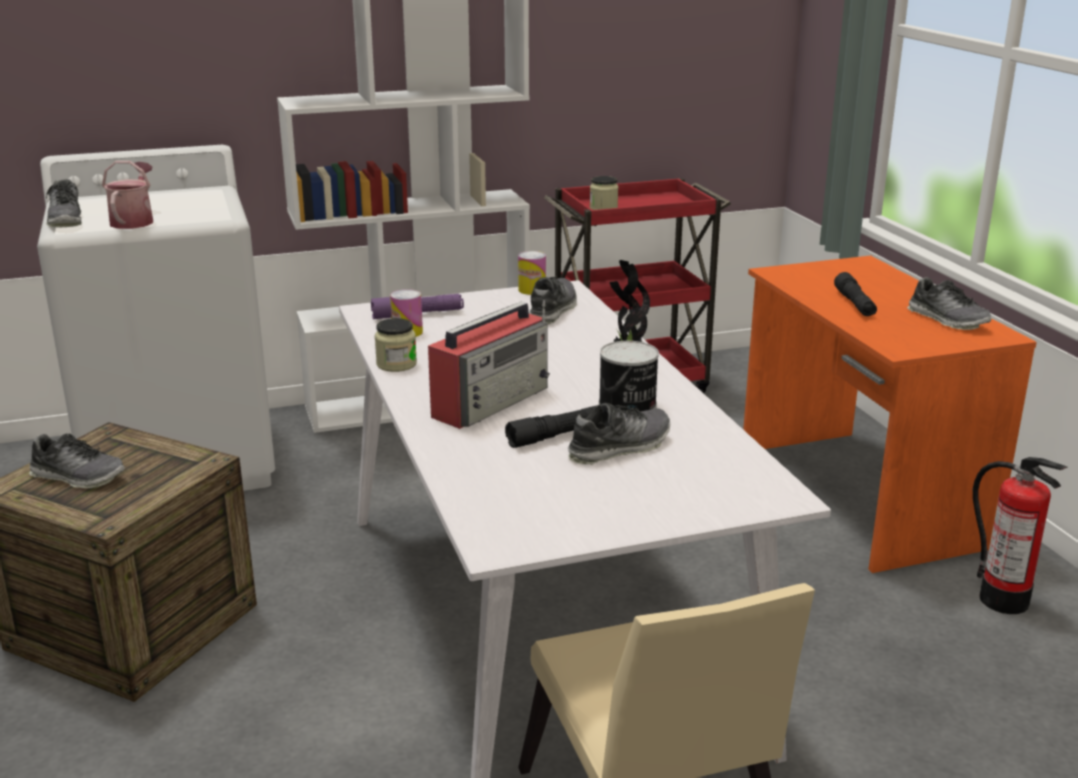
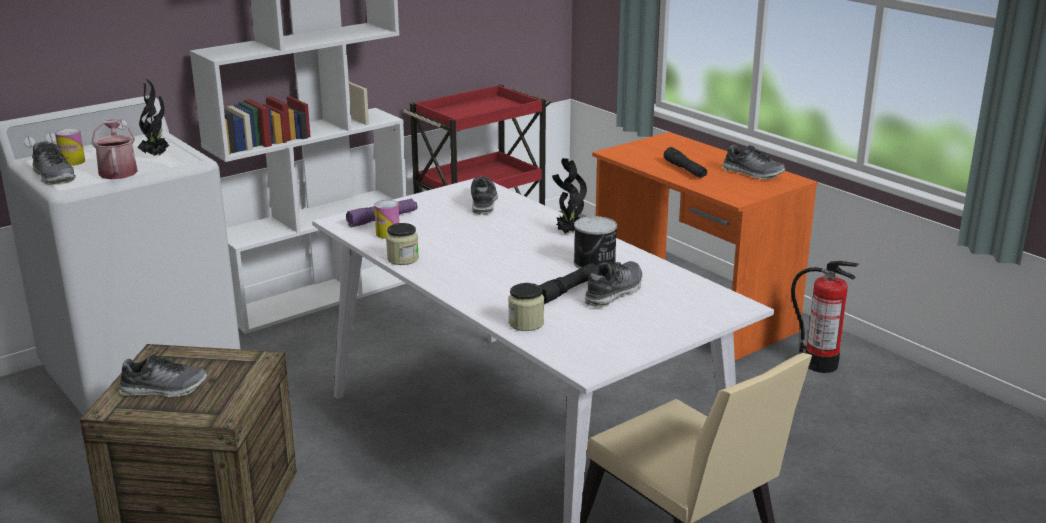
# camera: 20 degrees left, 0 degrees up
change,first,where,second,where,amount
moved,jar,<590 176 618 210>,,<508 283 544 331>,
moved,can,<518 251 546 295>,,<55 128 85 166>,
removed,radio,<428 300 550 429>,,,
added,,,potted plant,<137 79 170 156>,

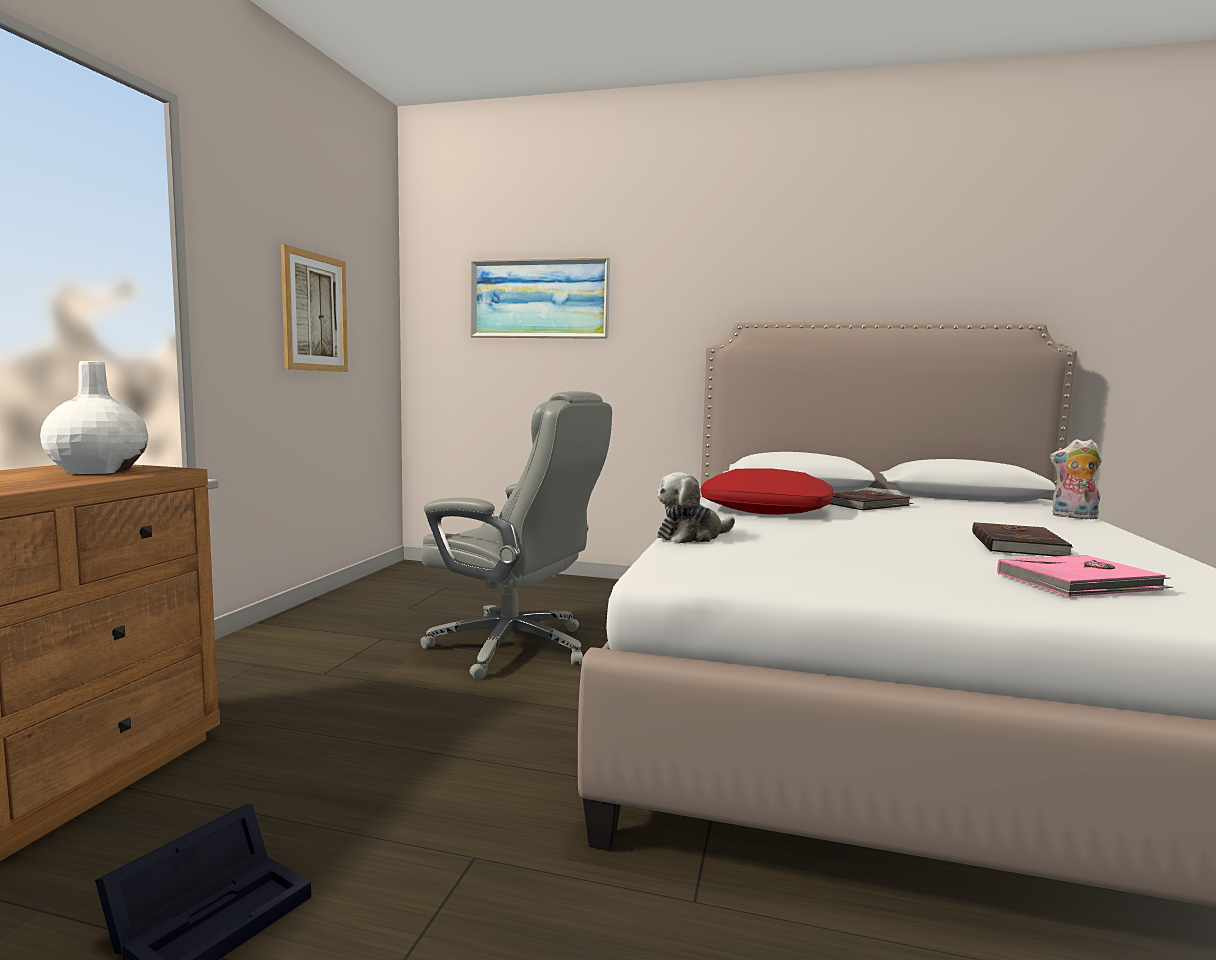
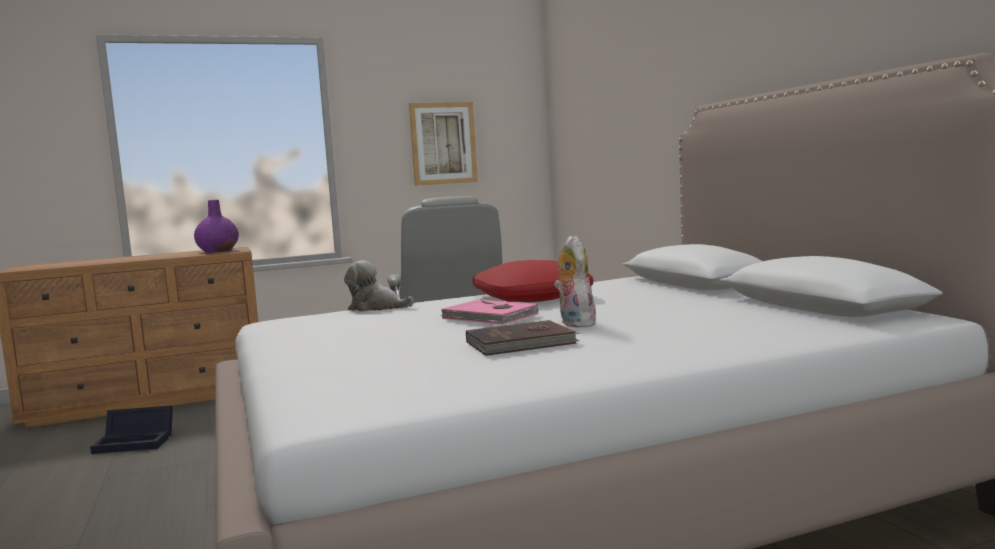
# camera: 55 degrees right, 0 degrees up
change,first,where,second,where,amount
removed,picture,<470 257 610 339>,,,
recoloured,white vase,<40 361 148 474>,purple vase,<194 200 239 253>,
moved,plush toy,<1050 439 1102 519>,,<554 236 597 328>,
removed,brown book,<830 490 914 510>,,,
moved,pink book,<997 555 1173 597>,,<441 300 538 325>,

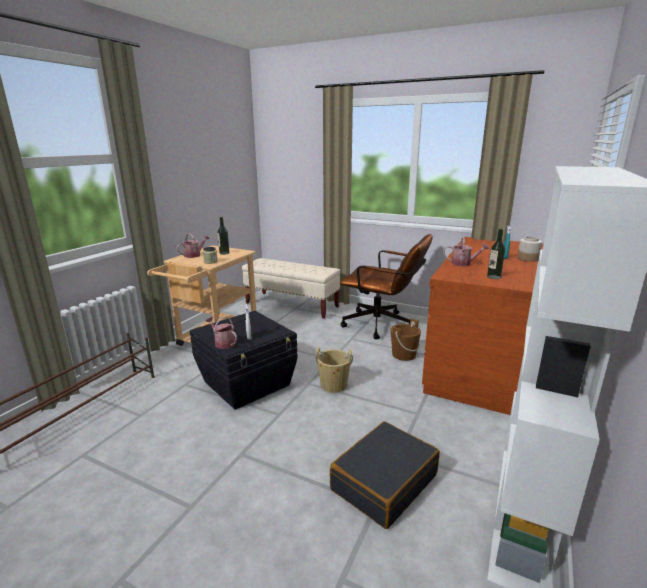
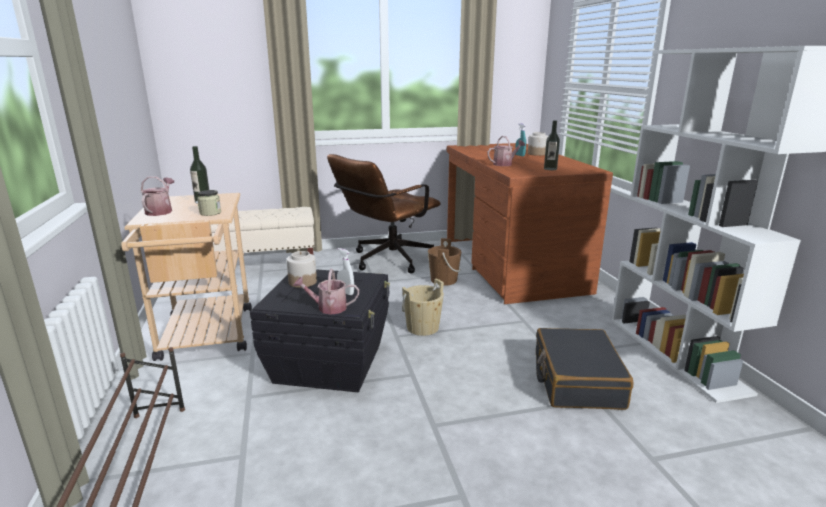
# camera: 40 degrees left, 0 degrees up
change,first,where,second,where,amount
turned,brown office chair,<340 234 433 339>,,<327 154 441 273>,150 degrees clockwise
added,,,jar,<287 251 317 288>,

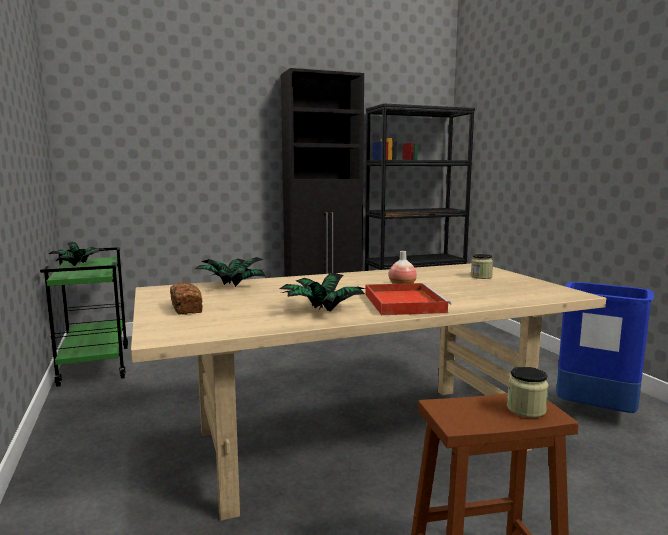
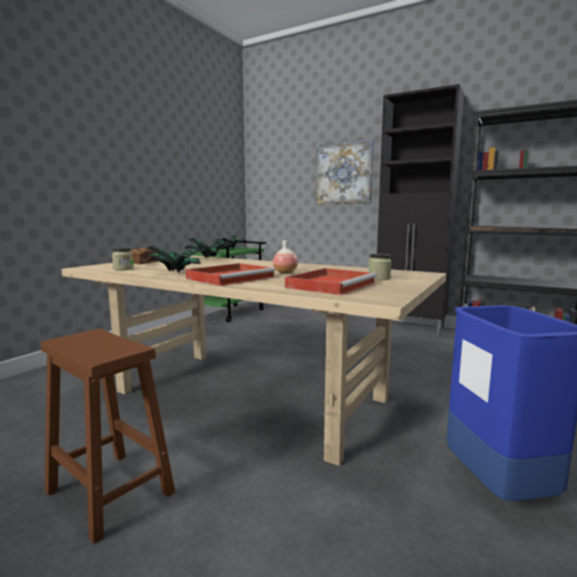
# camera: 50 degrees right, 0 degrees up
change,first,where,second,where,amount
moved,jar,<507 367 549 418>,,<112 248 134 271>,
added,,,picture,<316 140 374 204>,
added,,,red tray,<285 268 377 295>,

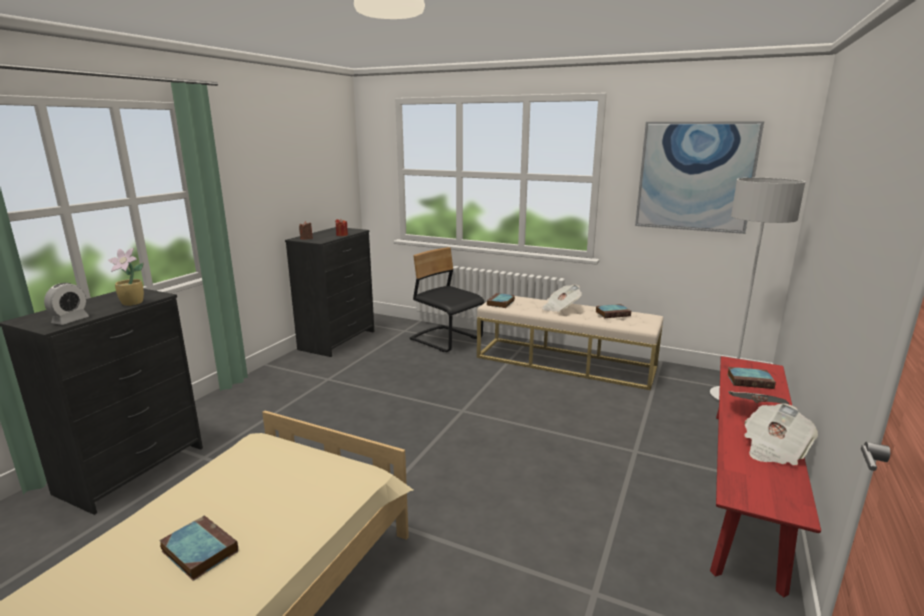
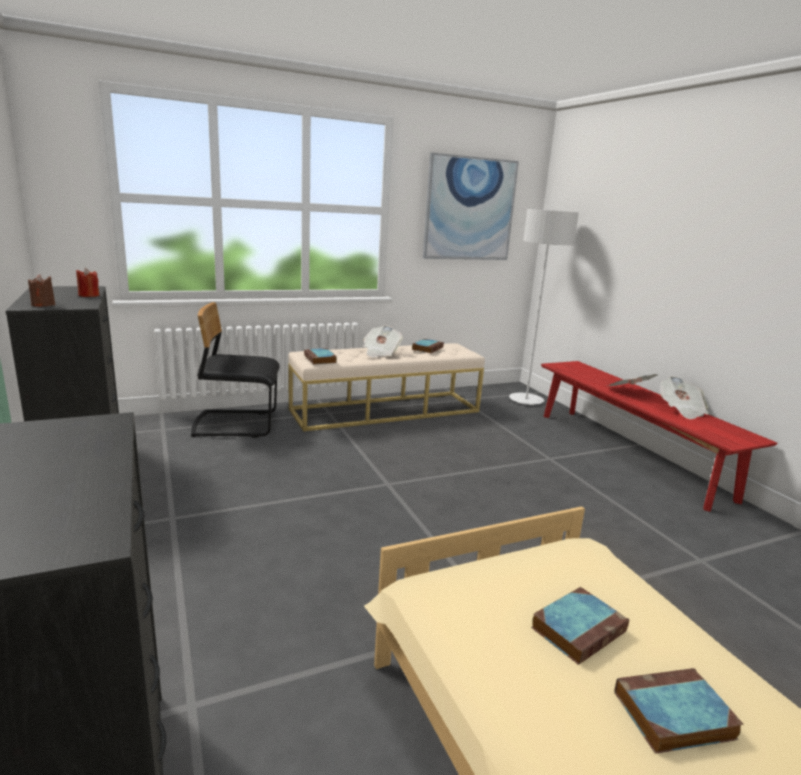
# camera: 50 degrees left, 0 degrees up
change,first,where,second,where,amount
removed,potted plant,<108 248 144 306>,,,
removed,alarm clock,<44 283 89 325>,,,
moved,book,<727 367 776 389>,,<531 587 629 665>,

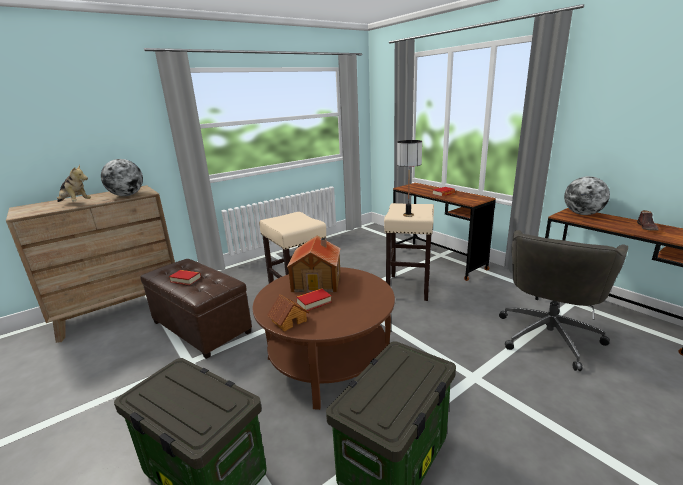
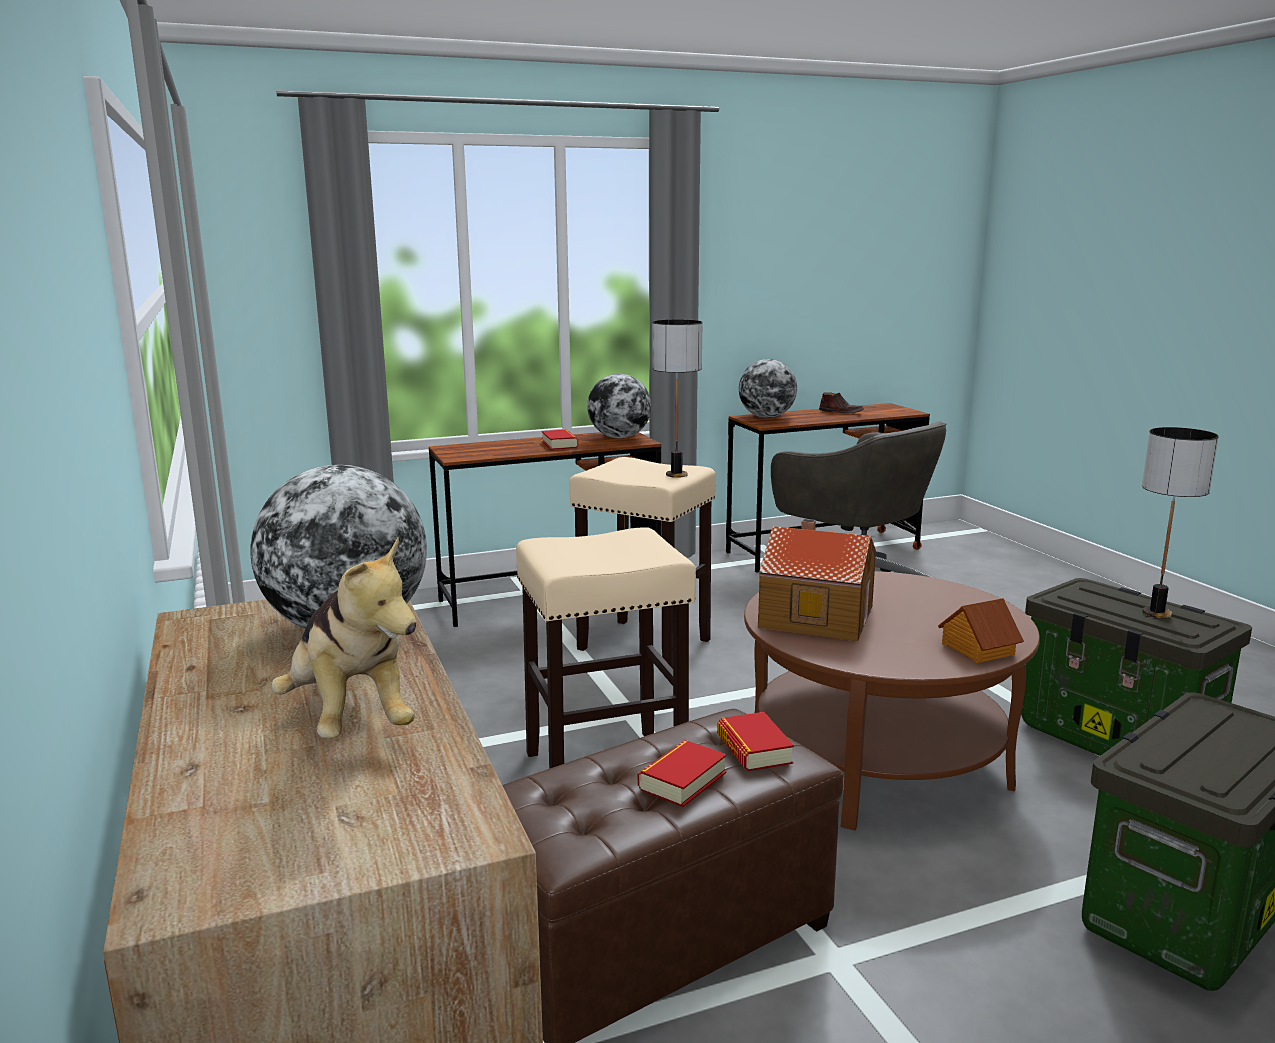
# camera: 75 degrees left, 5 degrees down
change,first,where,second,where,amount
turned,plush toy,<57 164 91 202>,,<271 538 417 738>,105 degrees clockwise
moved,book,<296 288 332 311>,,<717 712 794 771>,
added,,,globe,<587 374 651 438>,
added,,,table lamp,<1142 427 1219 618>,

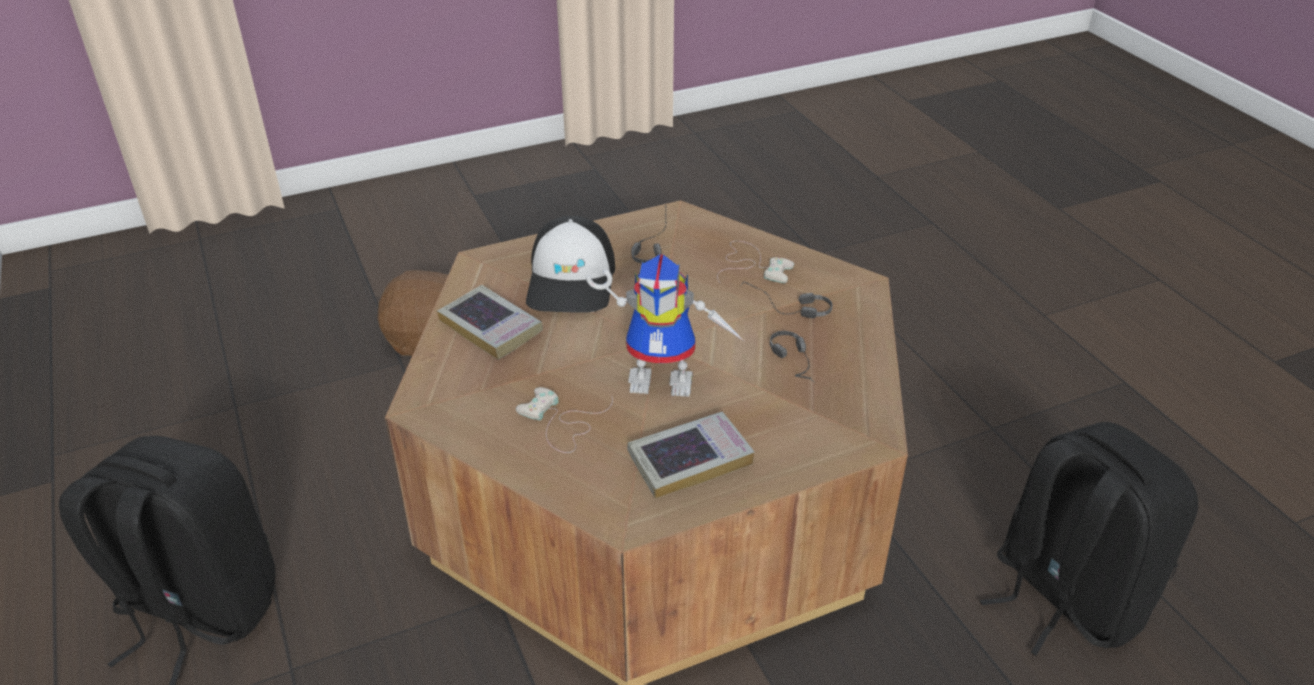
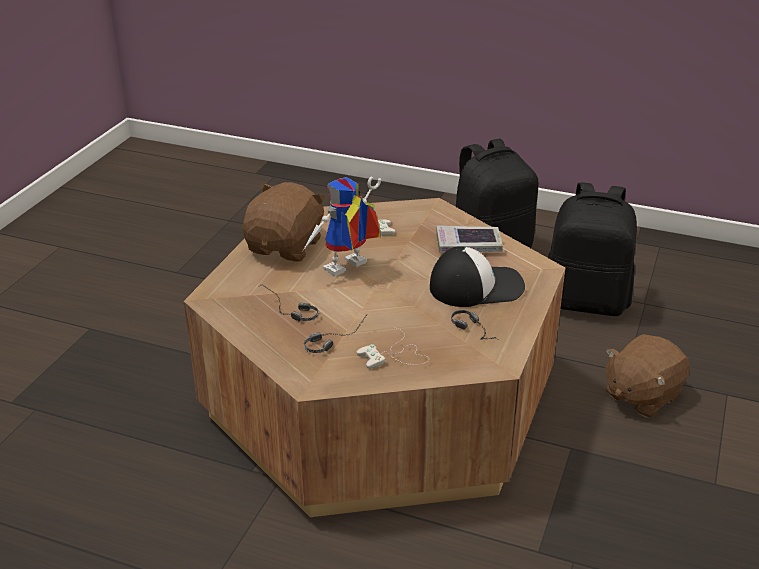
# camera: 135 degrees right, 5 degrees down
change,first,where,second,where,amount
turned,cap,<526 216 615 313>,,<430 246 525 307>,120 degrees clockwise
replaced,book,<627 412 755 499>,brown plush toy,<243 182 327 262>,
moved,black backpack,<980 422 1198 656>,,<548 182 637 316>,

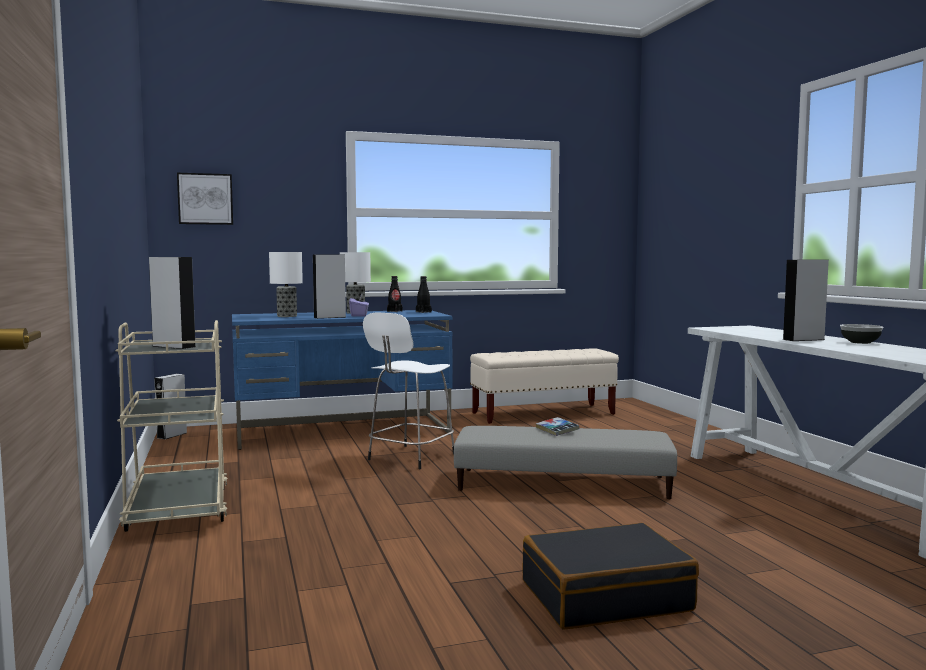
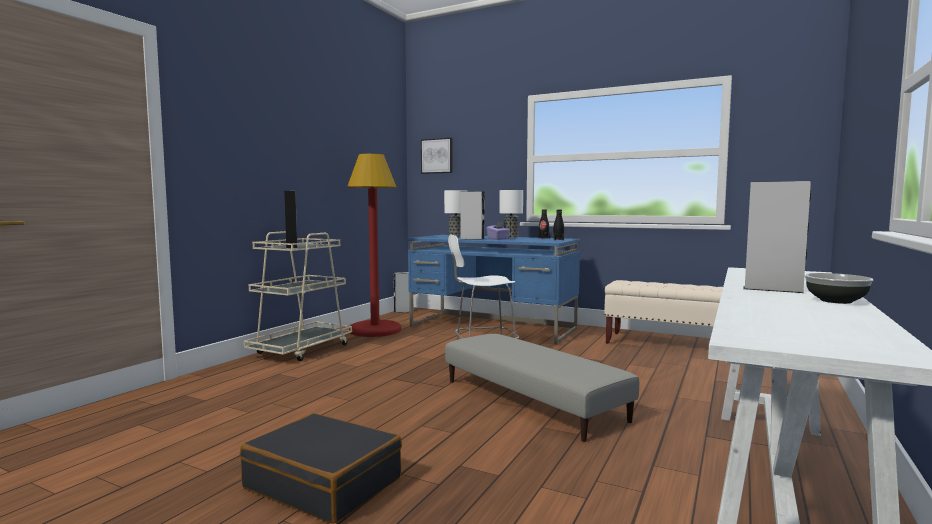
# camera: 45 degrees right, 0 degrees up
change,first,where,second,where,amount
removed,book,<536 417 579 436>,,,
added,,,red floor lamp,<347 154 401 337>,

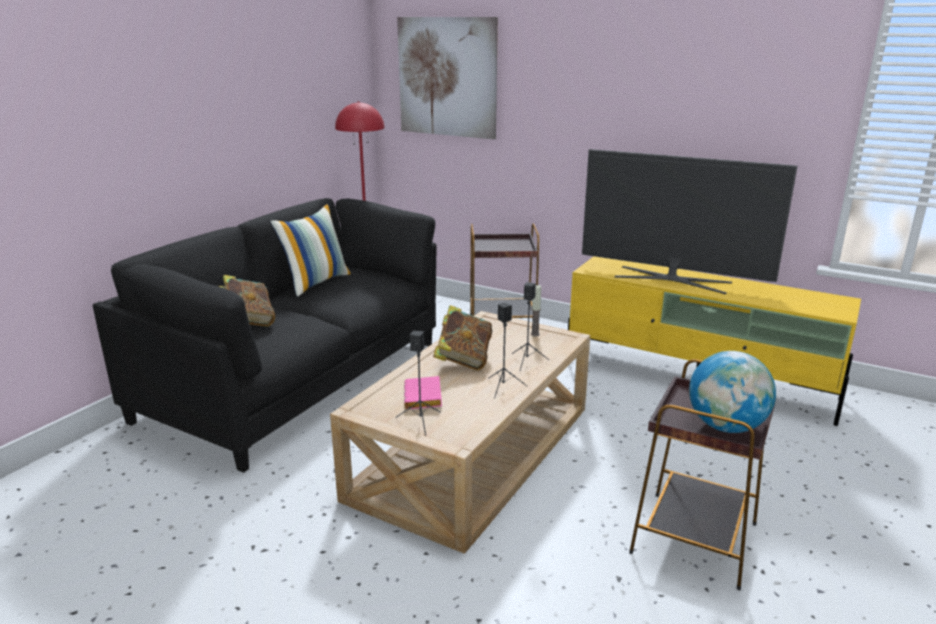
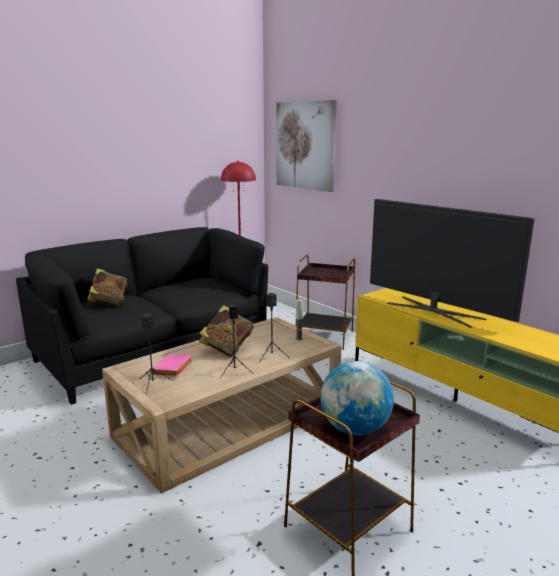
# camera: 20 degrees right, 5 degrees down
change,first,where,second,where,amount
removed,pillow,<270 204 351 297>,,,

